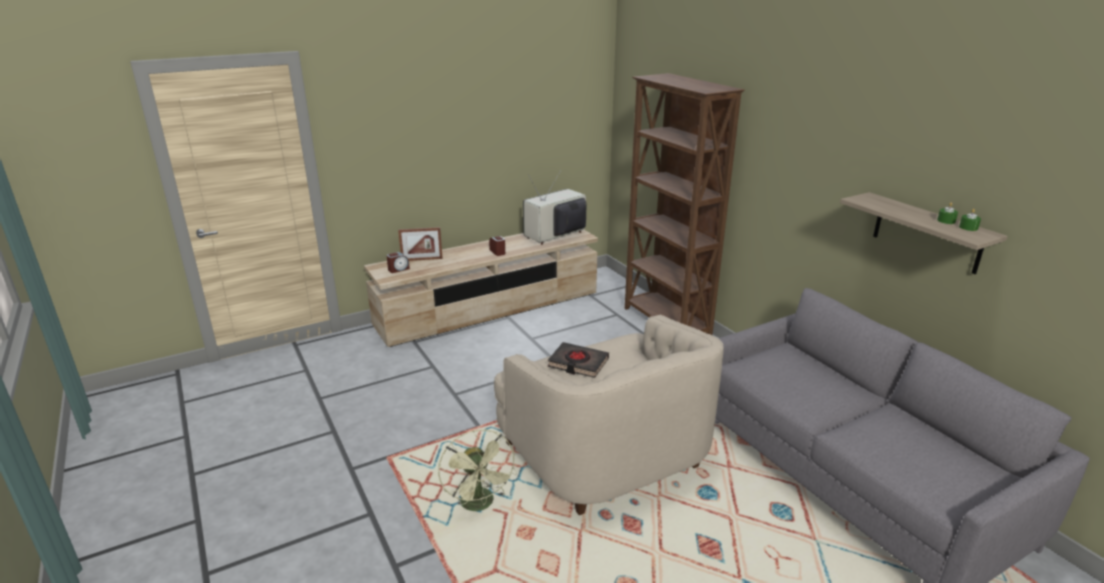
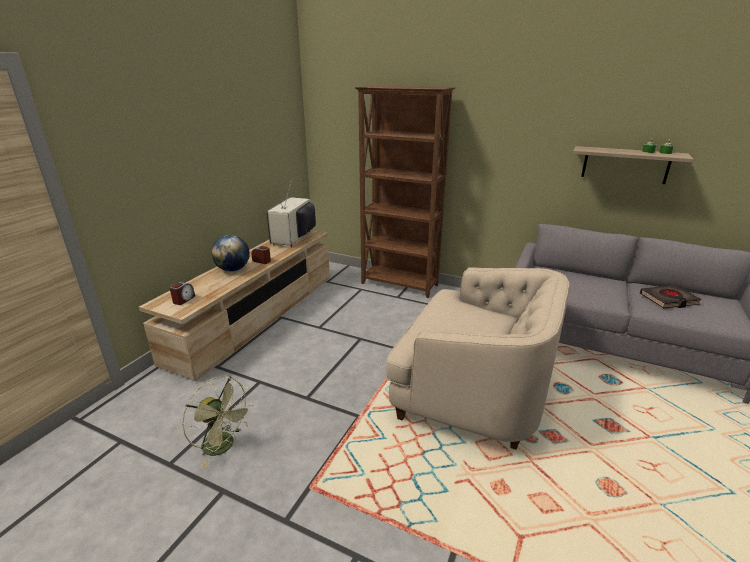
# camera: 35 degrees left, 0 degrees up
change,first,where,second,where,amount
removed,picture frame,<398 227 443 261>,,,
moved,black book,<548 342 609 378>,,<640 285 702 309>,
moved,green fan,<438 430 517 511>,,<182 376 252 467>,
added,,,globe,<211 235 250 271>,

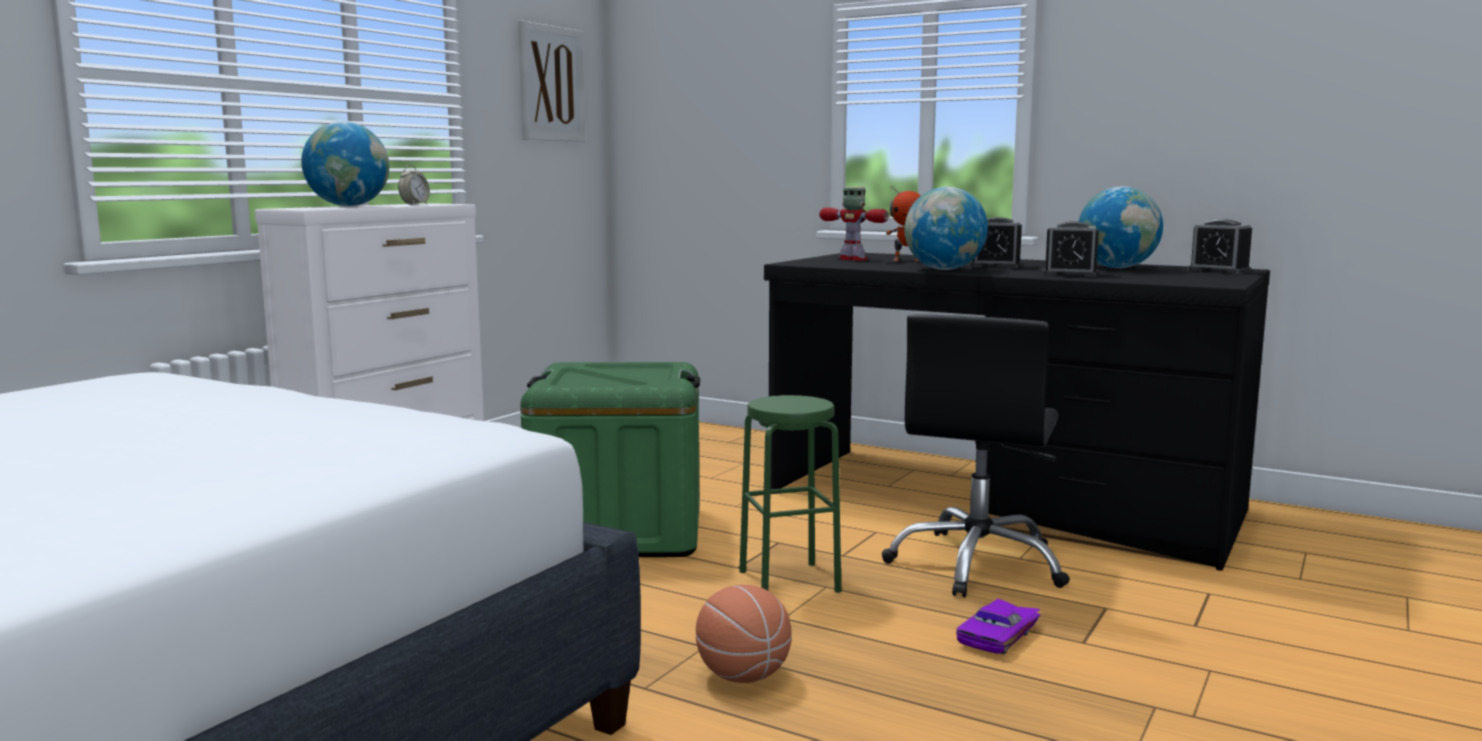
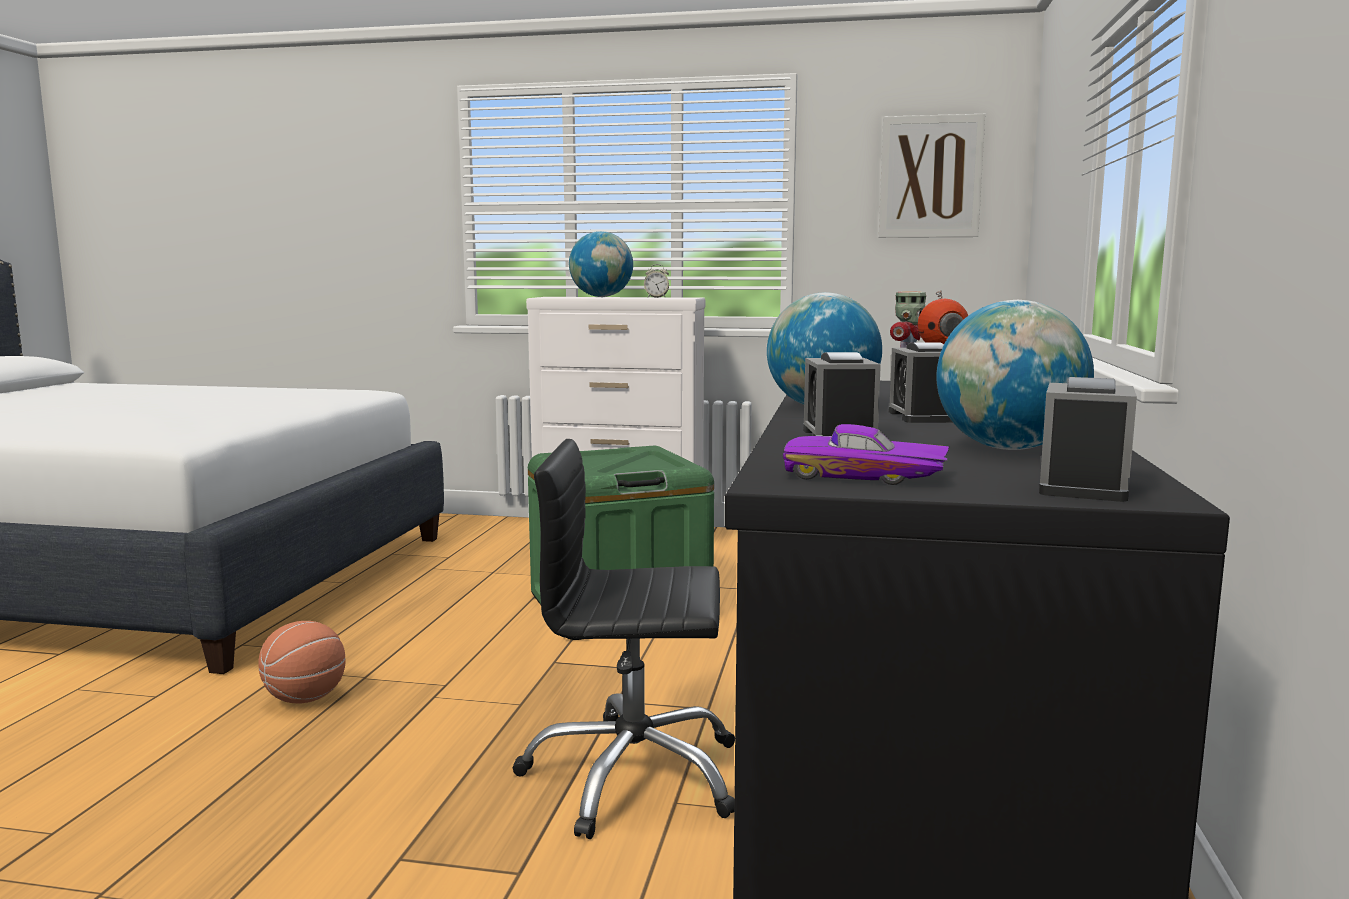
# camera: 70 degrees right, 0 degrees up
change,first,where,second,where,amount
removed,green stool,<739 395 841 593>,,,
moved,purple toy car,<956 599 1041 654>,,<783 424 949 485>,

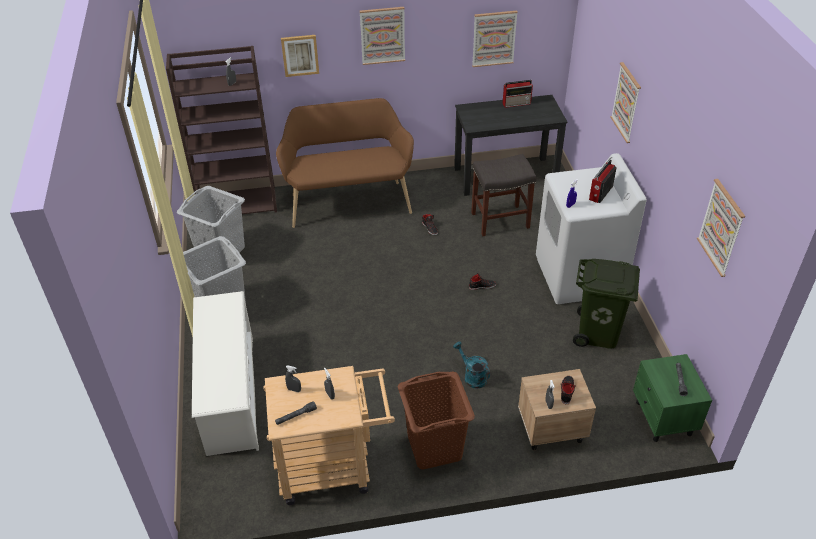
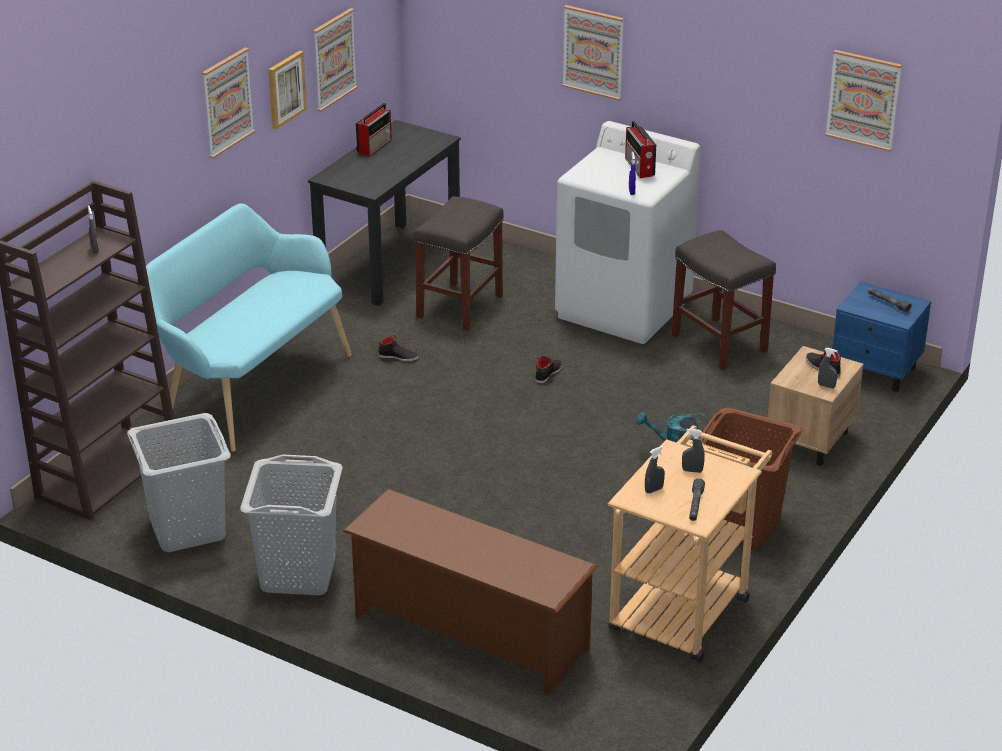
# camera: 50 degrees left, 10 degrees down
change,first,where,second,where,amount
moved,picture,<281 35 319 77>,,<268 51 307 129>,
recoloured,brown bench,<276 98 414 228>,turquoise bench,<146 203 352 452>,
replaced,green trash can,<573 259 640 349>,grey stool,<672 230 776 370>,
recoloured,white shoe rack,<192 291 259 456>,brown shoe rack,<343 489 598 695>,
recoloured,green nightstand,<633 354 712 442>,blue nightstand,<832 282 931 392>,

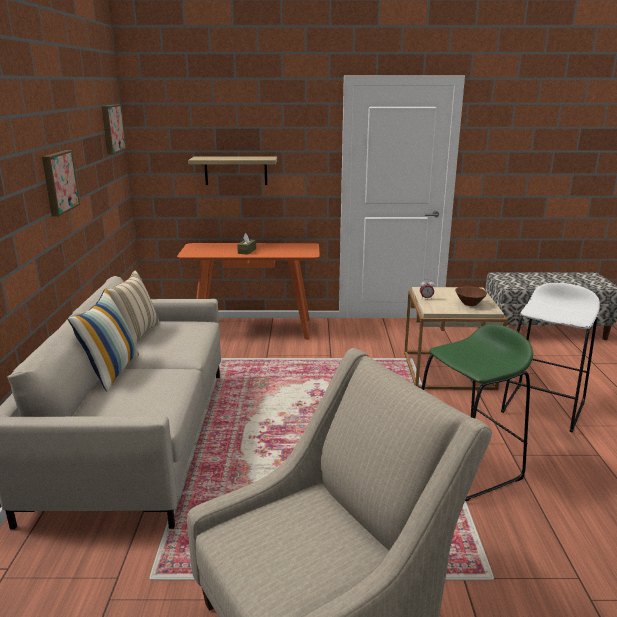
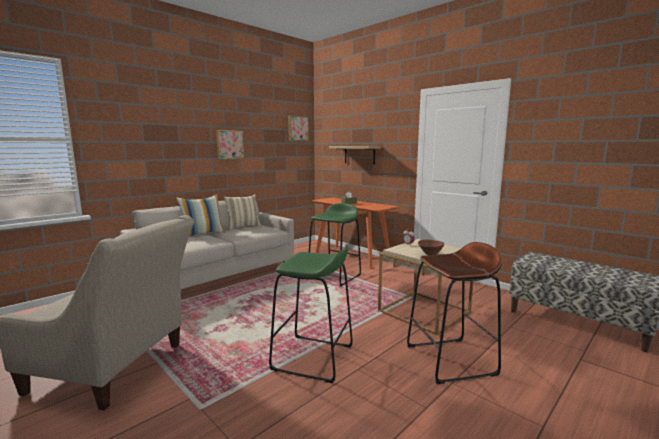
# camera: 45 degrees right, 10 degrees down
change,first,where,second,where,amount
recoloured,white stool,<501 283 600 433>,brown stool,<407 242 502 384>,
added,,,green stool,<309 203 361 286>,

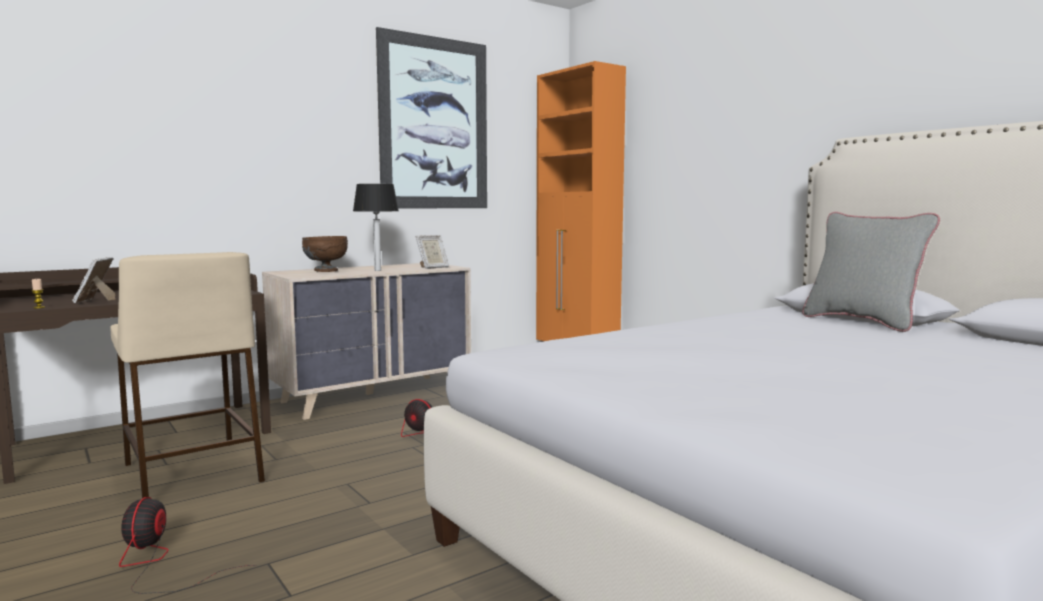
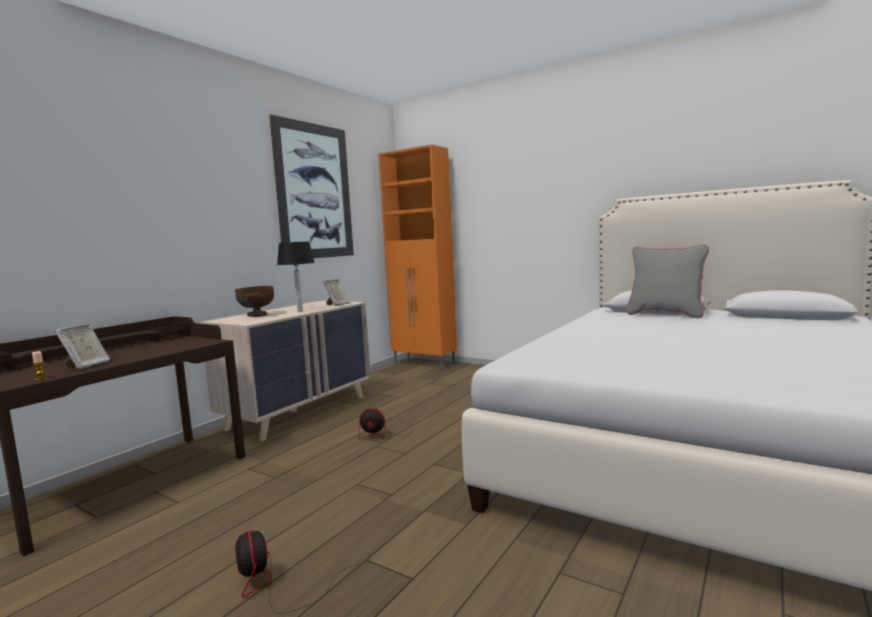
# camera: 20 degrees left, 0 degrees up
change,first,where,second,where,amount
removed,beige stool,<110 252 265 498>,,,
turned,picture frame,<72 257 116 303>,,<55 324 110 369>,135 degrees counterclockwise

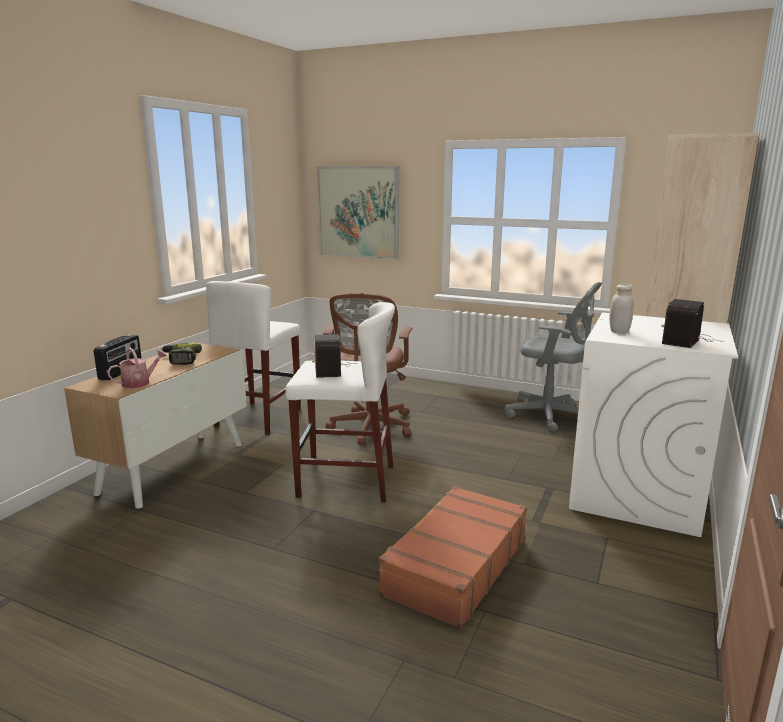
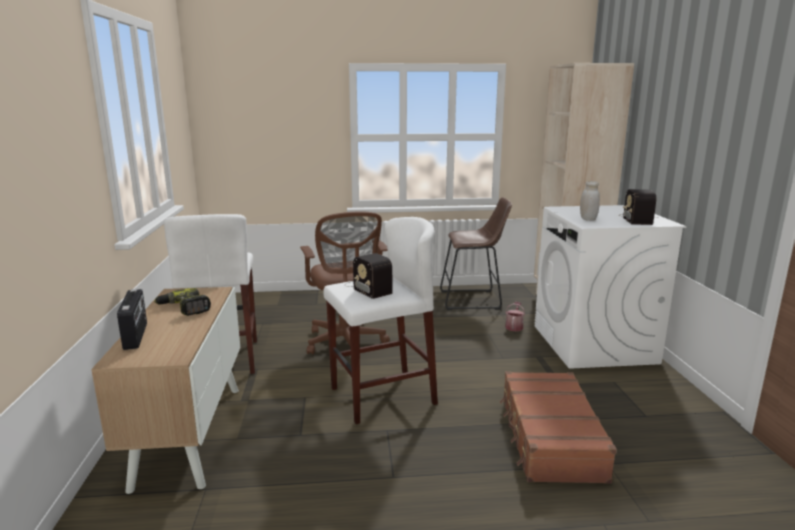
# camera: 30 degrees left, 0 degrees up
change,first,where,second,where,amount
removed,picture,<317 166 399 260>,,,
replaced,grey office chair,<505 282 602 432>,brown stool,<440 197 512 310>,
moved,watering can,<107 348 167 388>,,<505 302 525 331>,

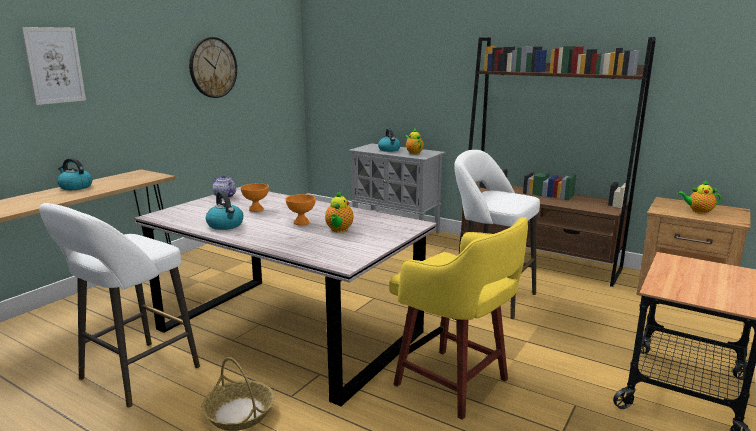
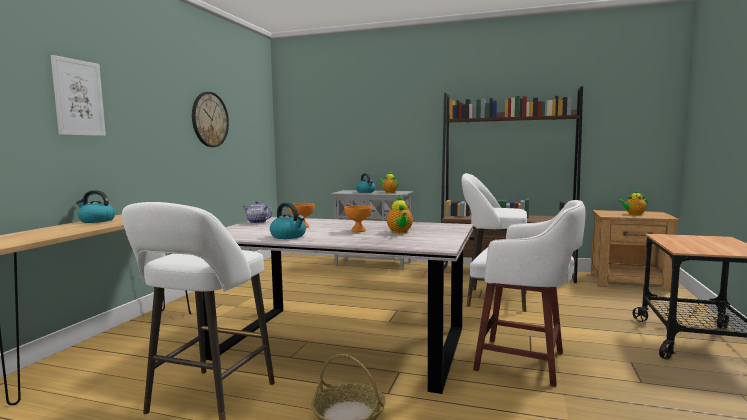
# camera: 15 degrees left, 10 degrees down
change,first,where,second,where,amount
recoloured,yellow stool,<389 217 528 420>,white stool,<470 200 586 387>,

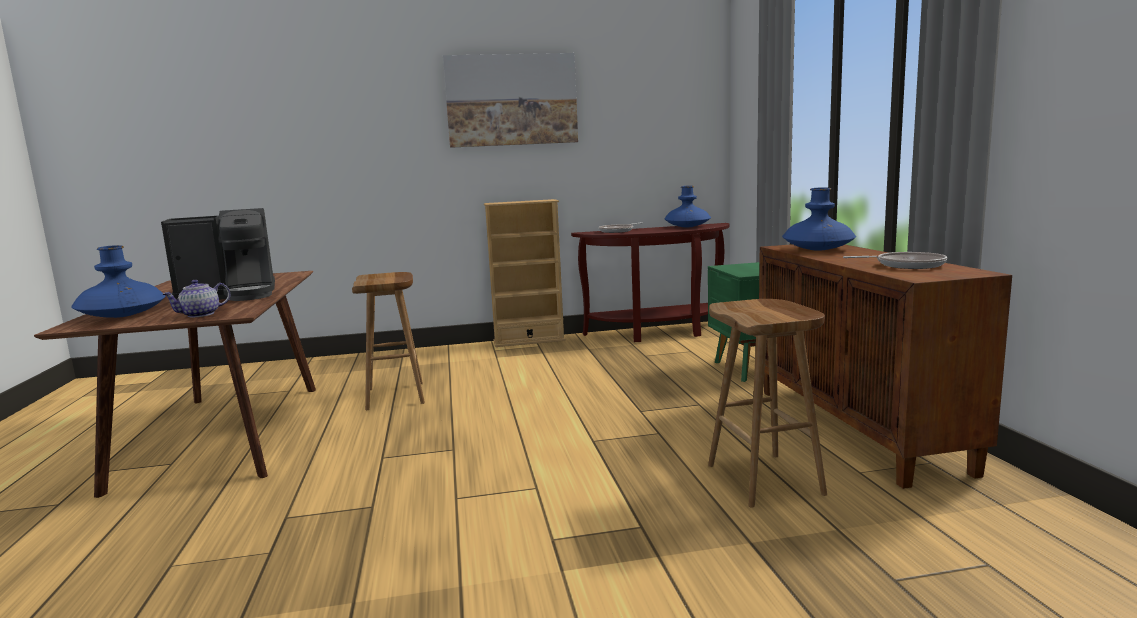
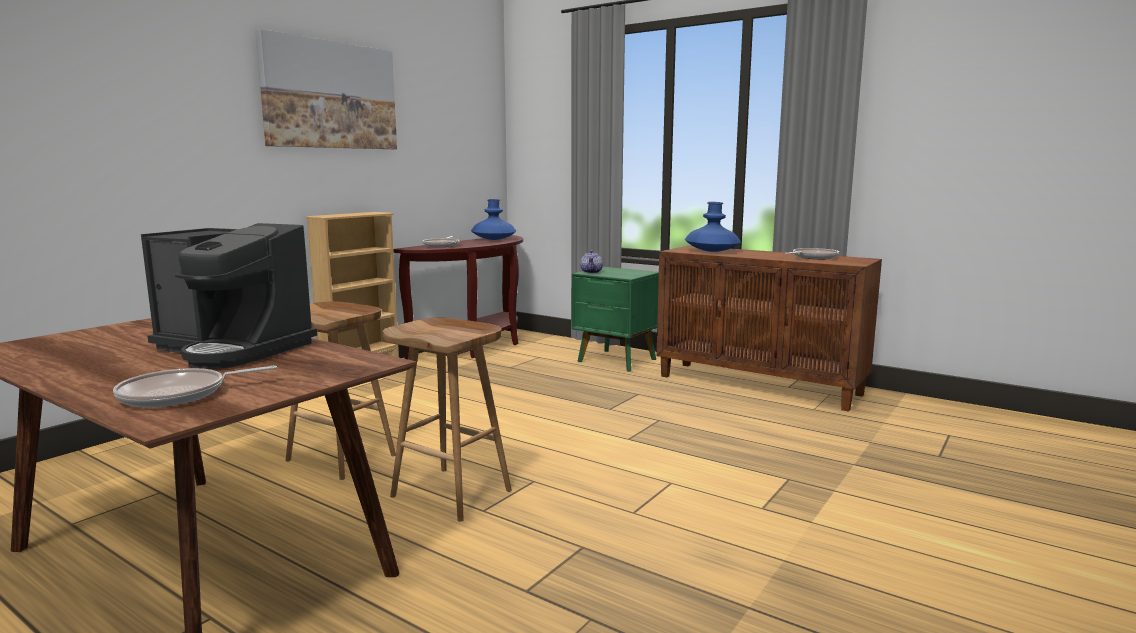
# camera: 45 degrees left, 0 degrees up
change,first,where,second,where,amount
turned,coffee machine,<161 208 275 301>,,<141 223 317 369>,90 degrees clockwise
replaced,blue vase,<71 245 165 318>,frying pan,<113 366 277 408>,
moved,teapot,<163 280 230 317>,,<580 250 603 273>,
moved,brown stool,<708 299 827 508>,,<383 318 512 521>,

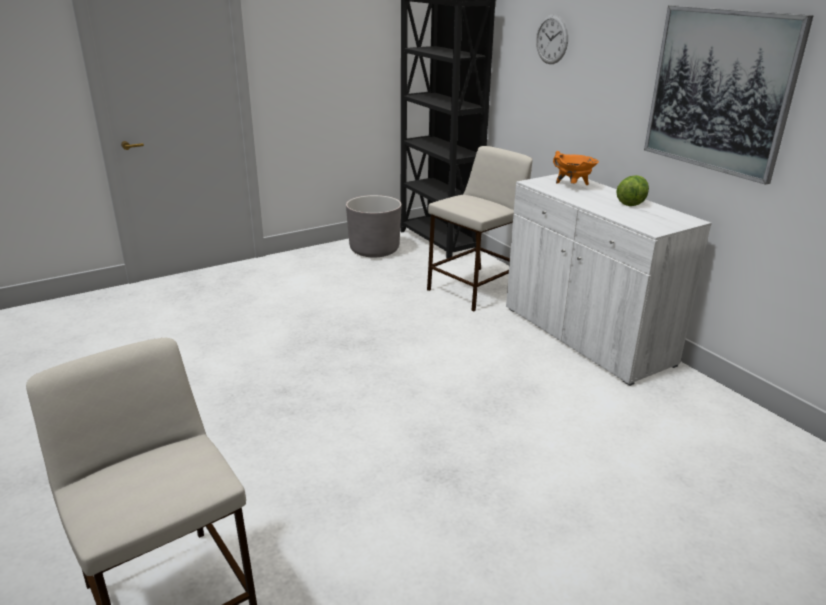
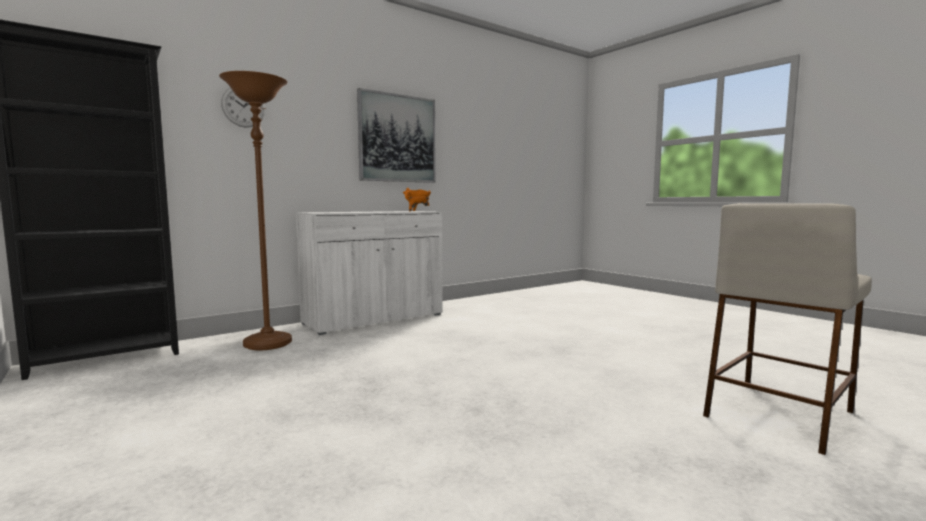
# camera: 95 degrees left, 20 degrees down
change,first,where,second,where,amount
replaced,beige stool,<427 146 533 312>,brown floor lamp,<219 71 292 350>,
moved,orange cooking pot,<553 151 599 185>,,<403 188 431 212>,
removed,lettuce,<616 175 649 206>,,,
removed,grey planter,<346 195 402 257>,,,

